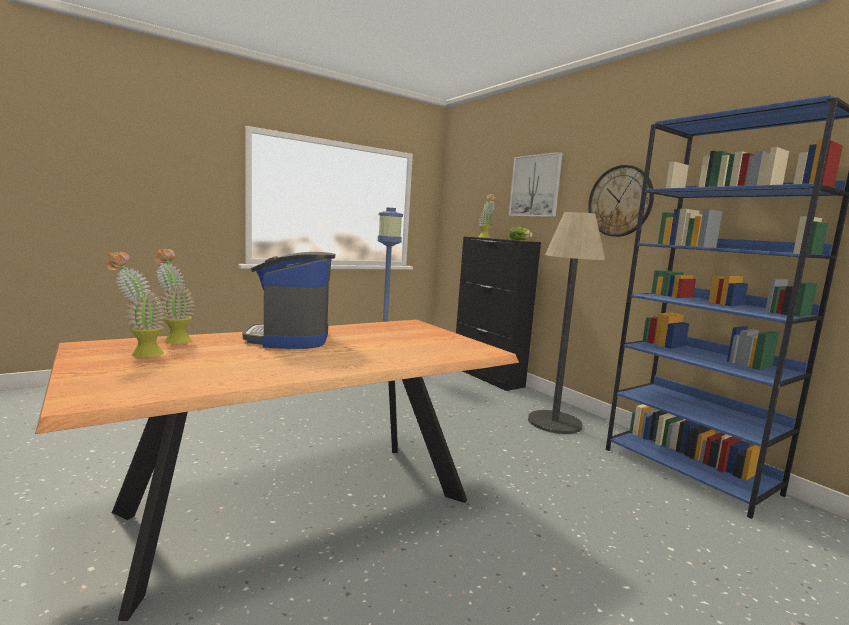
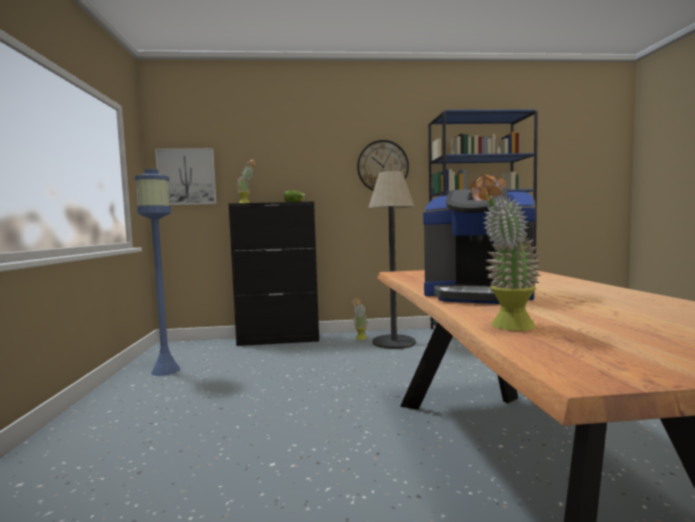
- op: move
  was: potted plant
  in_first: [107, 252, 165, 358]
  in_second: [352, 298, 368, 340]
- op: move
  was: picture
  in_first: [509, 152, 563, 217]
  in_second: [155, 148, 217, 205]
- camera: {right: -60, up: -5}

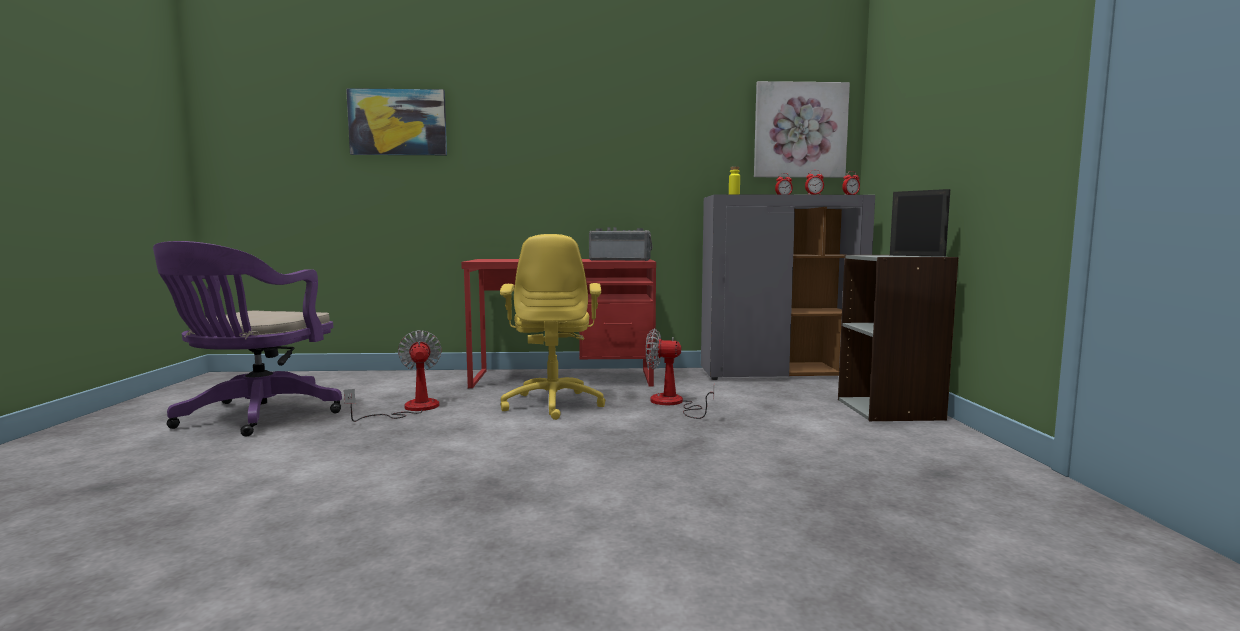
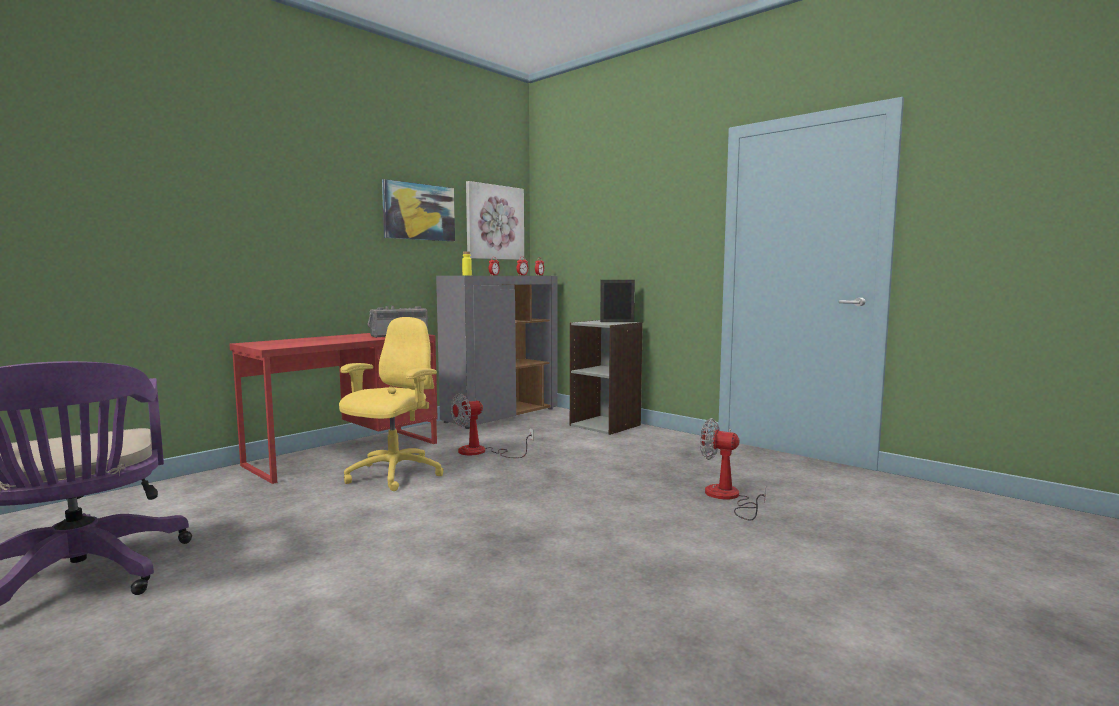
- op: move
  was: fan
  in_first: [344, 330, 442, 422]
  in_second: [700, 418, 767, 521]
- op: move
  was: picture
  in_first: [346, 88, 447, 155]
  in_second: [382, 179, 455, 241]
- op: rotate
  was: office chair (yellow)
  in_first: [500, 234, 605, 420]
  in_second: [339, 317, 444, 491]
  clockwise: -105
- camera: {right: -45, up: 0}

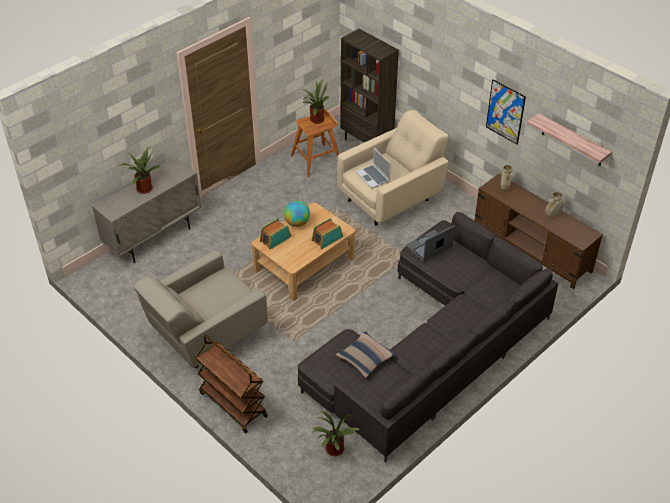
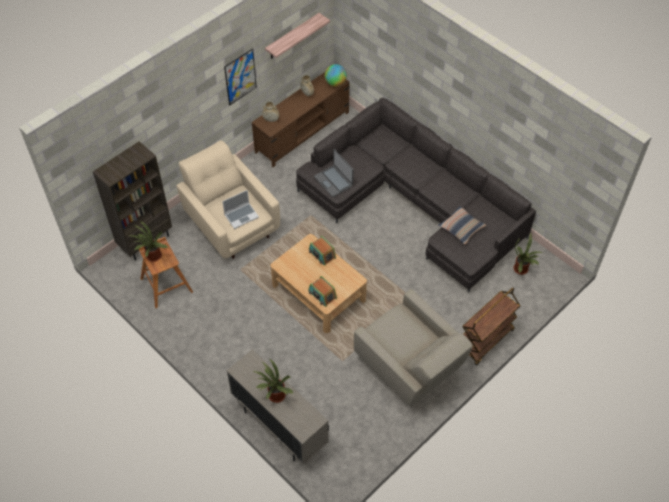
- op: move
  was: globe
  in_first: [284, 200, 310, 227]
  in_second: [325, 64, 347, 87]
- camera: {right: -90, up: 10}

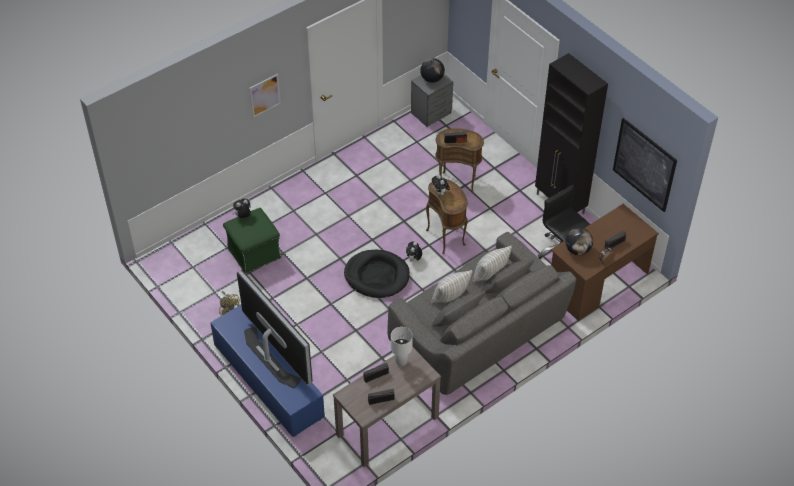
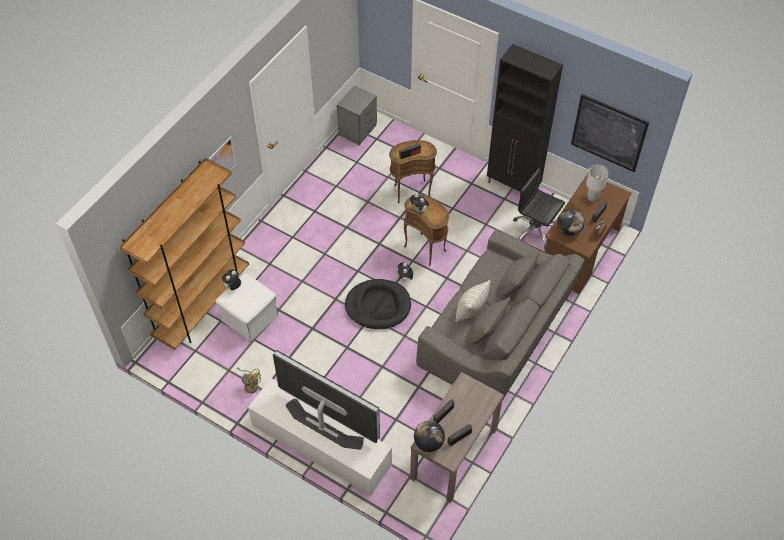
- op: delete
  was: pillow
  in_first: [472, 246, 512, 282]
- op: insert
  now: bookcase (brown)
  in_second: [119, 158, 249, 350]
- op: move
  was: table lamp (white)
  in_first: [391, 327, 413, 366]
  in_second: [586, 165, 608, 201]
- op: move
  was: globe
  in_first: [420, 58, 445, 83]
  in_second: [414, 421, 445, 452]
- op: recolor
  was: tv stand (blue)
  now: tv stand (white)
  in_first: [210, 305, 325, 437]
  in_second: [248, 378, 392, 496]
- op: recolor
  was: ottoman (green)
  now: ottoman (white)
  in_first: [223, 208, 282, 273]
  in_second: [215, 273, 279, 342]
- camera: {right: -20, up: 5}

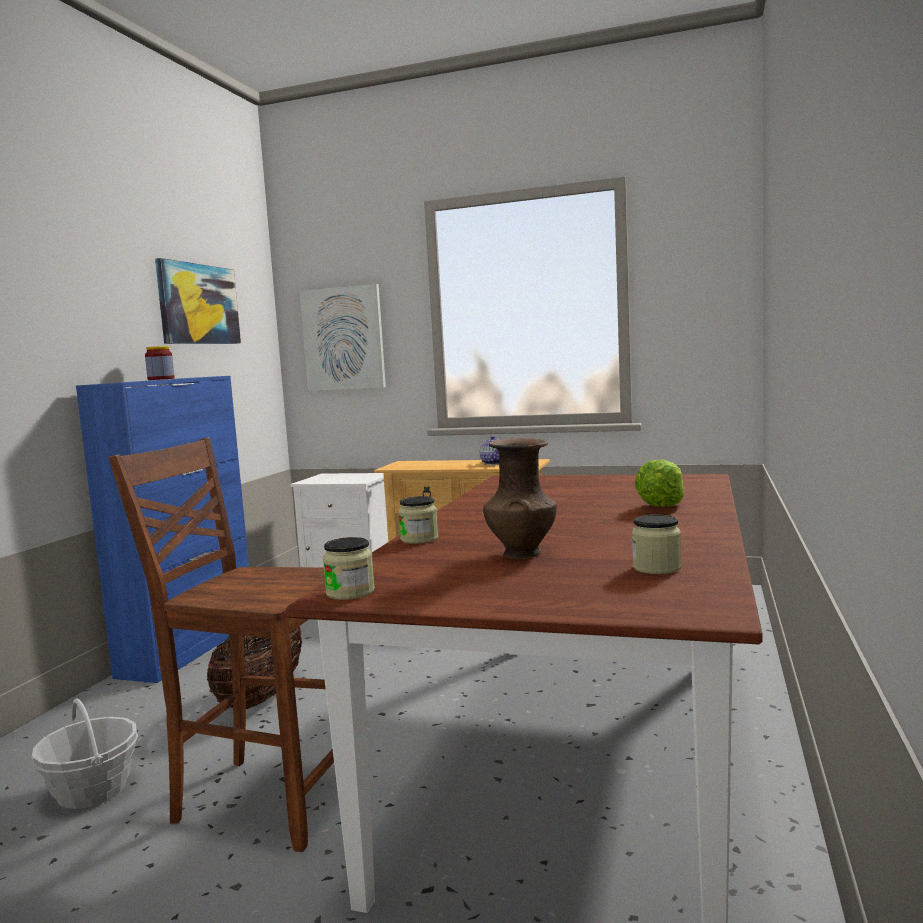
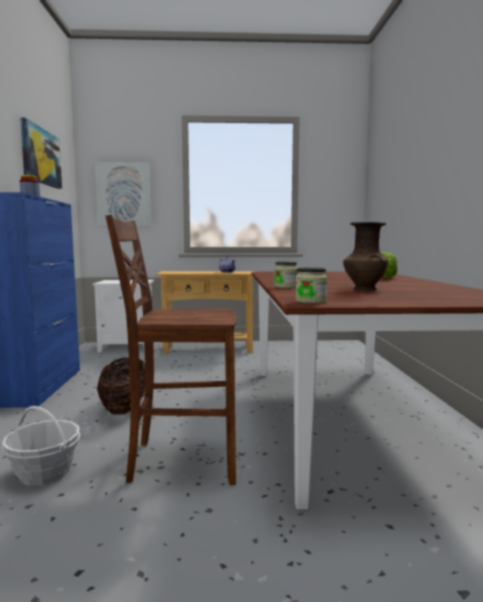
- op: delete
  was: jar
  in_first: [632, 515, 681, 574]
- camera: {right: -20, up: 0}

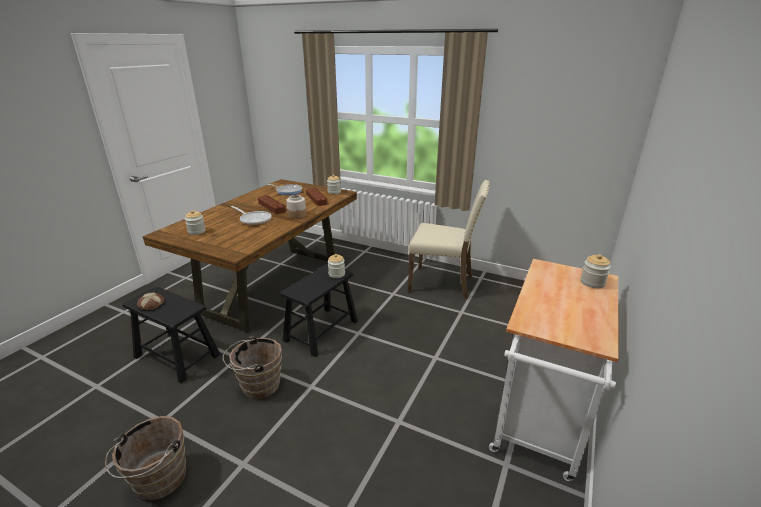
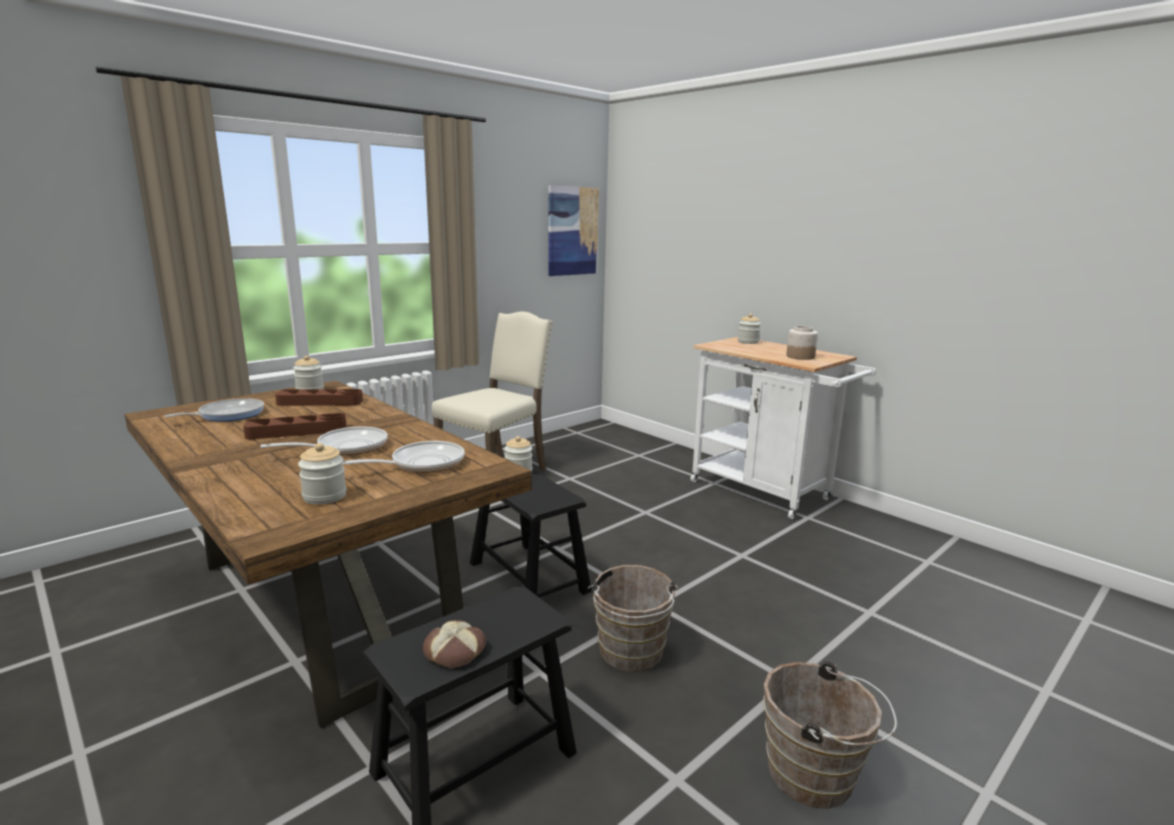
- op: insert
  now: frying pan
  in_second: [342, 441, 465, 473]
- op: insert
  now: picture
  in_second: [548, 185, 599, 276]
- op: move
  was: jar
  in_first: [286, 195, 306, 219]
  in_second: [786, 326, 818, 360]
- camera: {right: -70, up: -10}

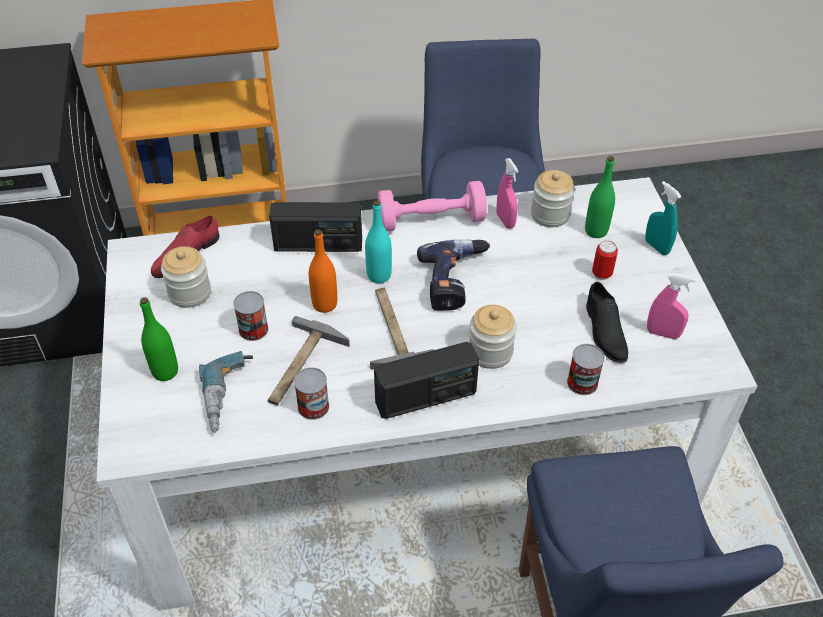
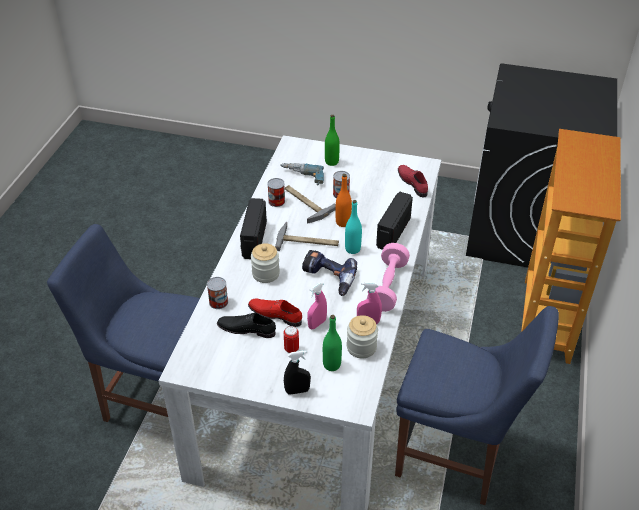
- op: delete
  was: jar
  in_first: [161, 246, 211, 308]
- op: insert
  now: shoe (red)
  in_second: [248, 299, 302, 327]
- op: move
  was: spray bottle (pink)
  in_first: [647, 273, 696, 339]
  in_second: [307, 282, 327, 329]
- op: recolor
  was: spray bottle (turquoise)
  now: spray bottle (black)
  in_first: [645, 181, 681, 255]
  in_second: [284, 351, 311, 395]
- camera: {right: 115, up: -5}

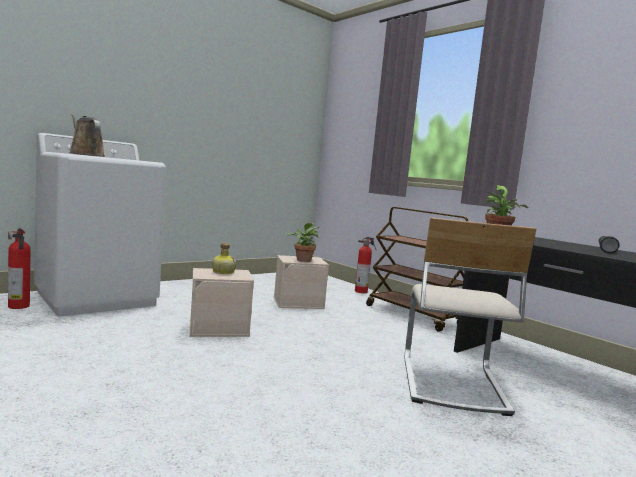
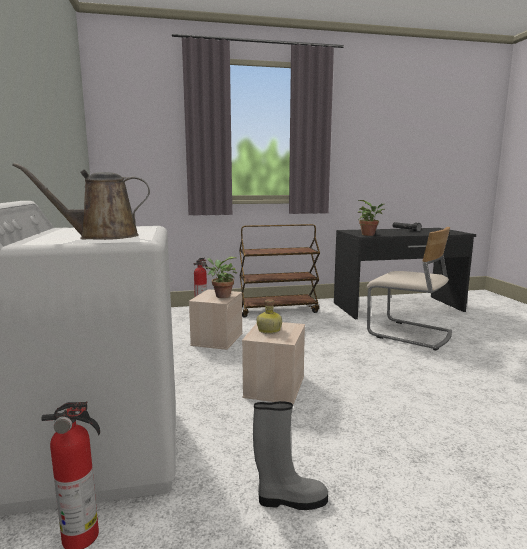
- op: insert
  now: boot (grey)
  in_second: [253, 401, 328, 510]
- camera: {right: -60, up: 5}

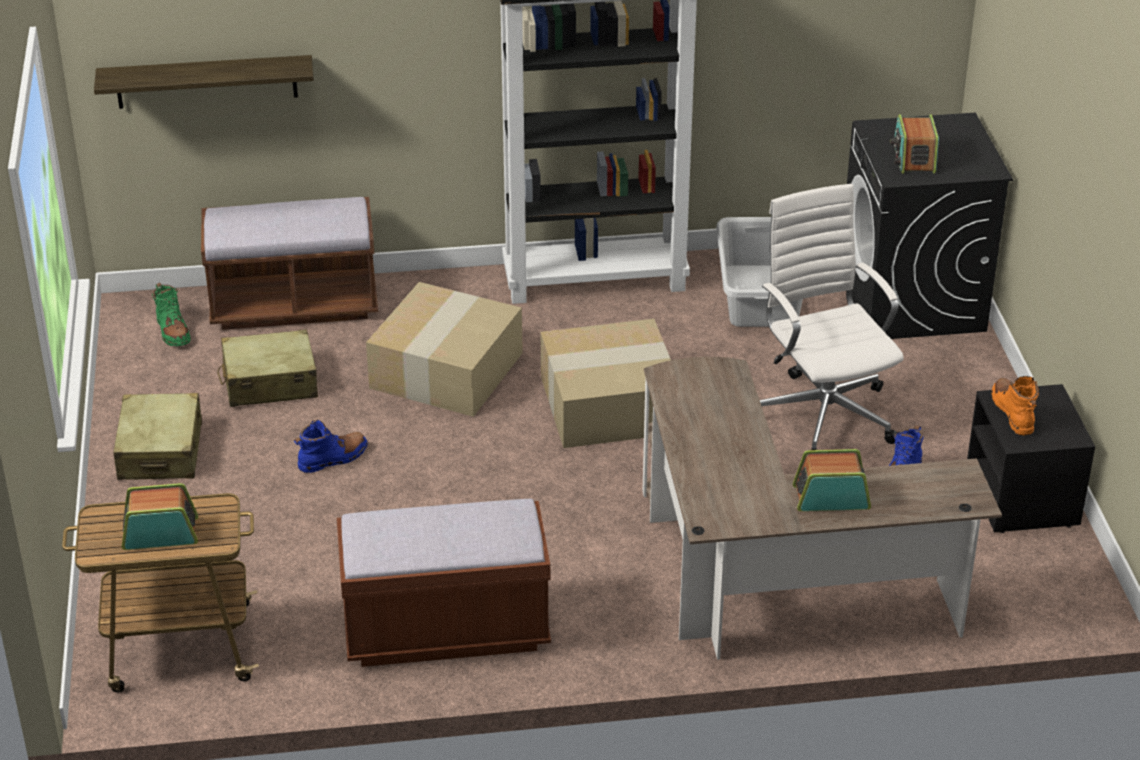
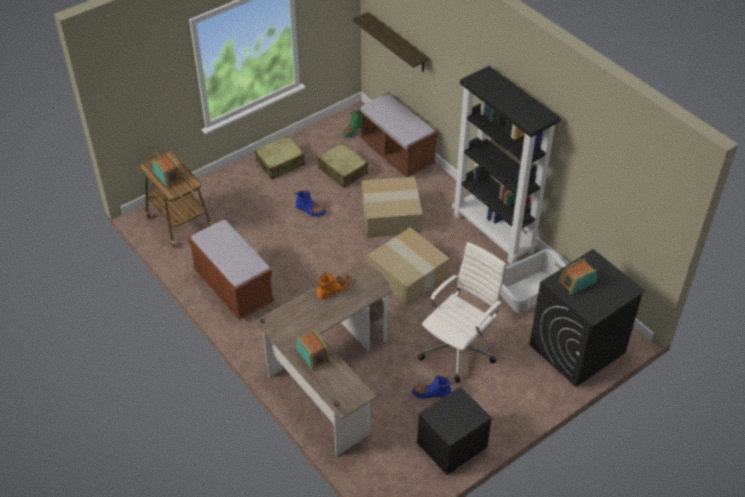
- op: move
  was: boot (orange)
  in_first: [992, 376, 1039, 436]
  in_second: [317, 272, 350, 299]
- camera: {right: 60, up: 10}

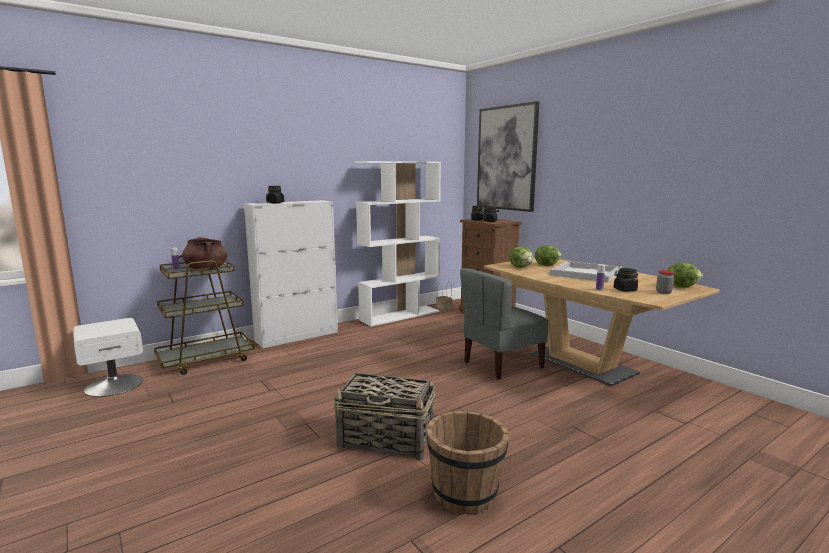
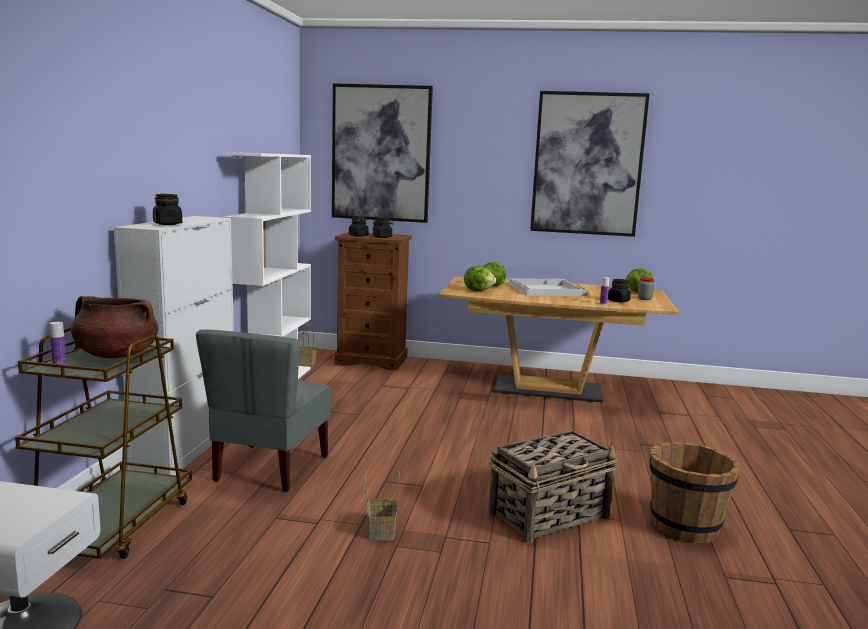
- op: insert
  now: basket
  in_second: [365, 470, 400, 541]
- op: insert
  now: picture
  in_second: [530, 91, 650, 237]
- op: move
  was: chair (grey)
  in_first: [460, 268, 549, 380]
  in_second: [196, 330, 331, 492]
- camera: {right: -45, up: 0}

